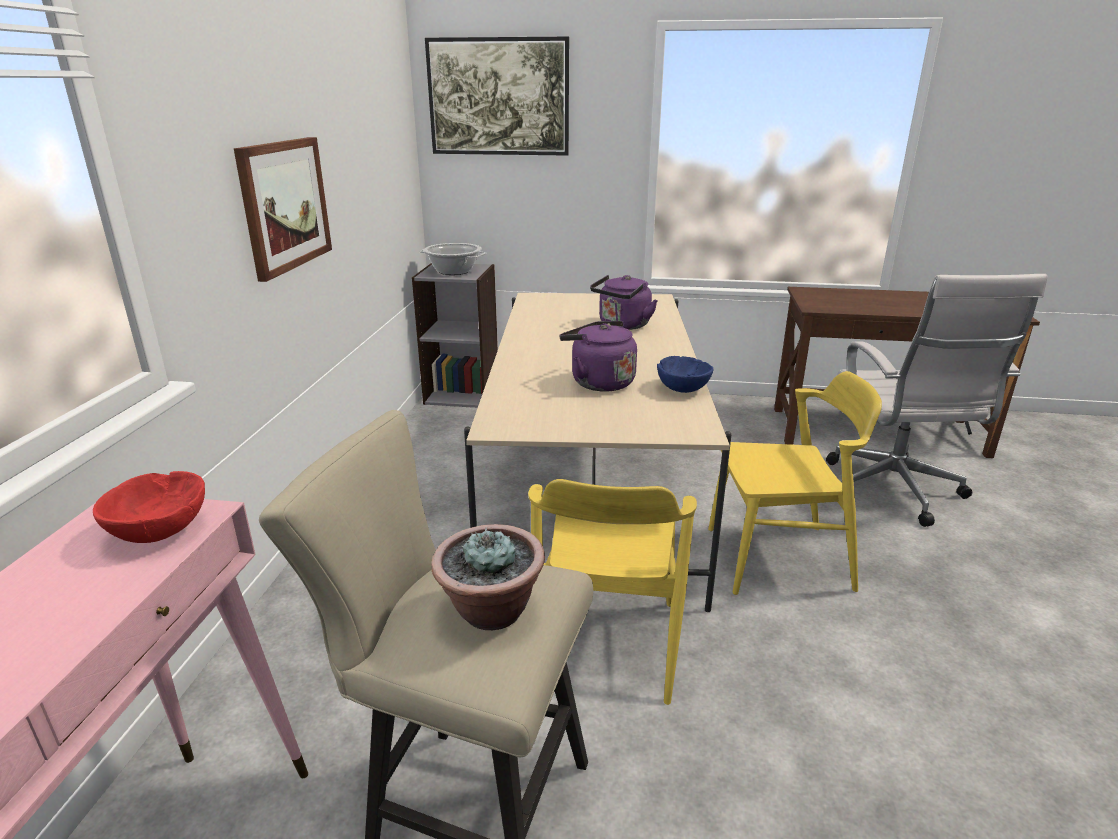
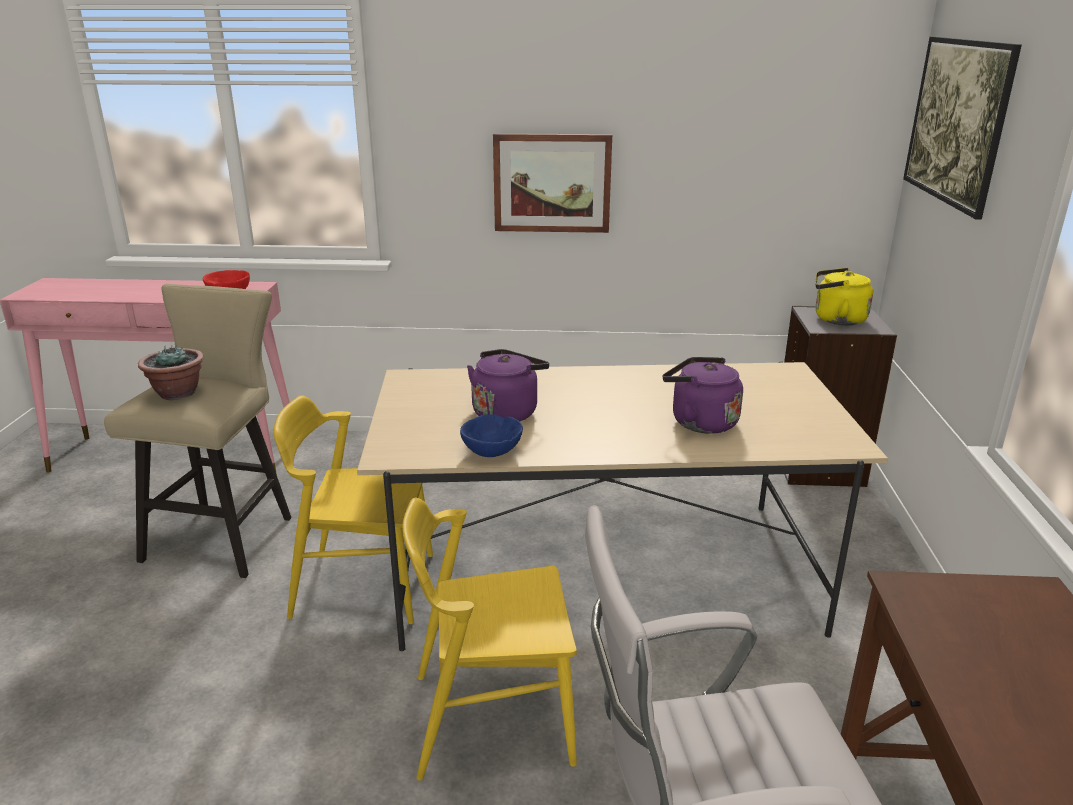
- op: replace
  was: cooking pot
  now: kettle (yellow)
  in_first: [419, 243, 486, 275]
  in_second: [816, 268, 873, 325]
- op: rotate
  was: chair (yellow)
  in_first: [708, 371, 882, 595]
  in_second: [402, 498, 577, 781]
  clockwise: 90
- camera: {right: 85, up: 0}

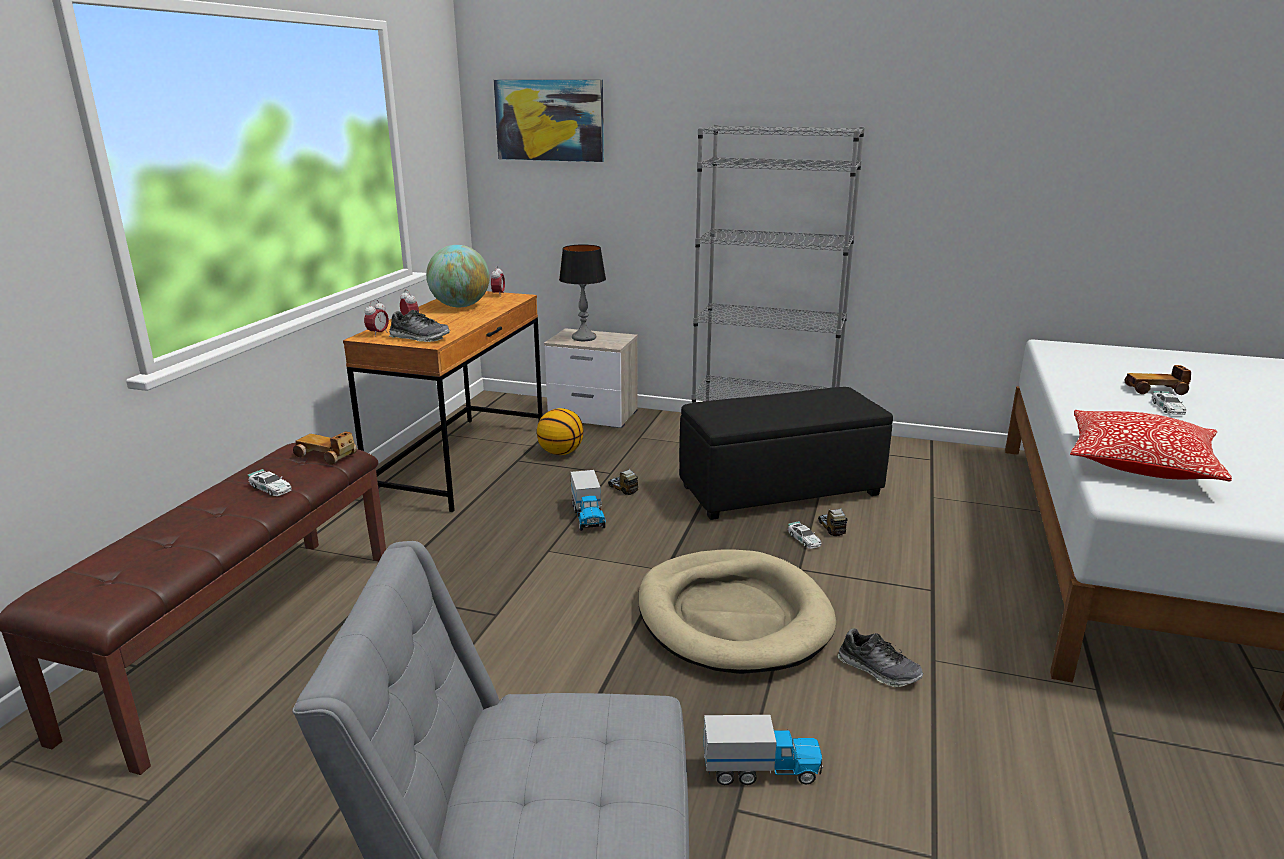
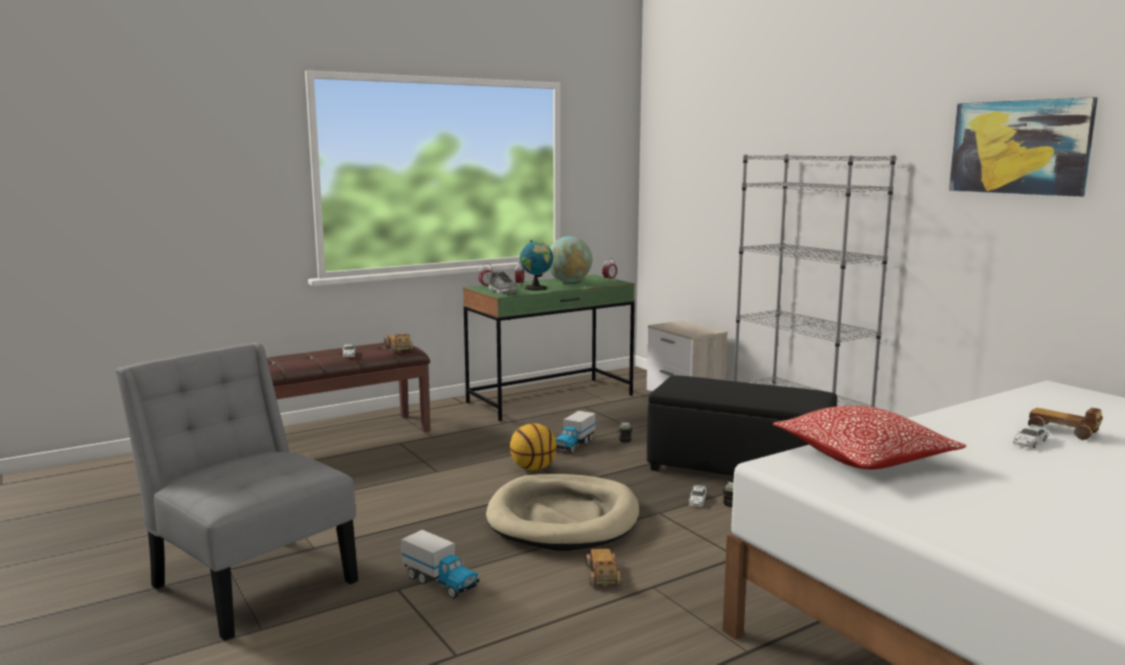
- op: delete
  was: table lamp
  in_first: [559, 245, 606, 341]
- op: insert
  now: globe
  in_second: [520, 240, 553, 290]
- op: move
  was: picture
  in_first: [494, 80, 604, 162]
  in_second: [949, 97, 1097, 197]
- op: move
  was: basketball
  in_first: [537, 408, 584, 455]
  in_second: [510, 423, 557, 471]
- op: replace
  was: shoe
  now: toy car
  in_first: [838, 628, 923, 687]
  in_second: [586, 549, 621, 586]
- op: recolor
  was: desk (brown)
  now: desk (green)
  in_first: [343, 291, 542, 512]
  in_second: [463, 275, 635, 421]
- camera: {right: 40, up: -10}

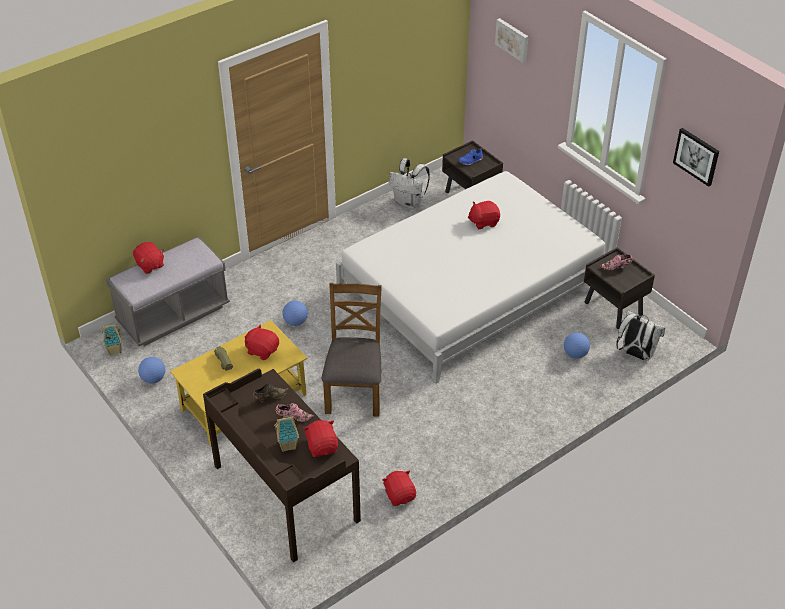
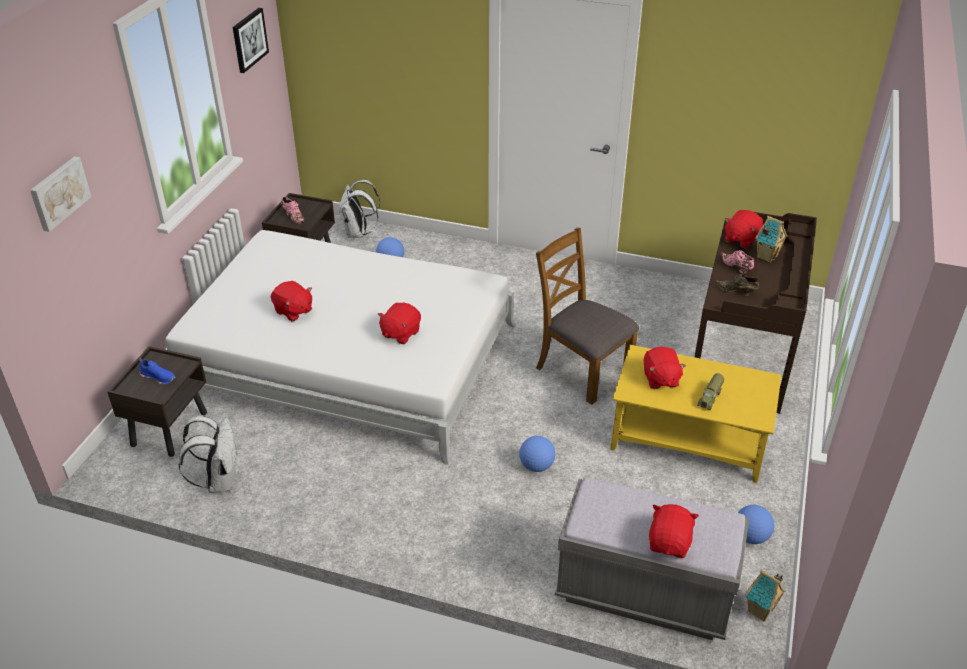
- op: move
  was: plush toy (red)
  in_first: [382, 470, 416, 506]
  in_second: [378, 303, 421, 344]
- op: rotate
  was: chair (brown)
  in_first: [322, 283, 382, 417]
  in_second: [536, 228, 639, 405]
  clockwise: 75
- camera: {right: -125, up: -5}

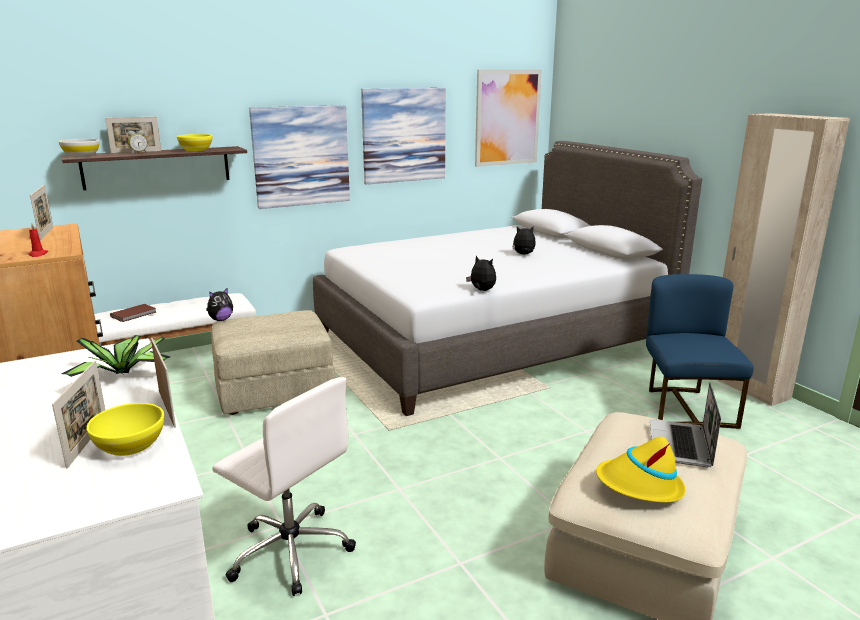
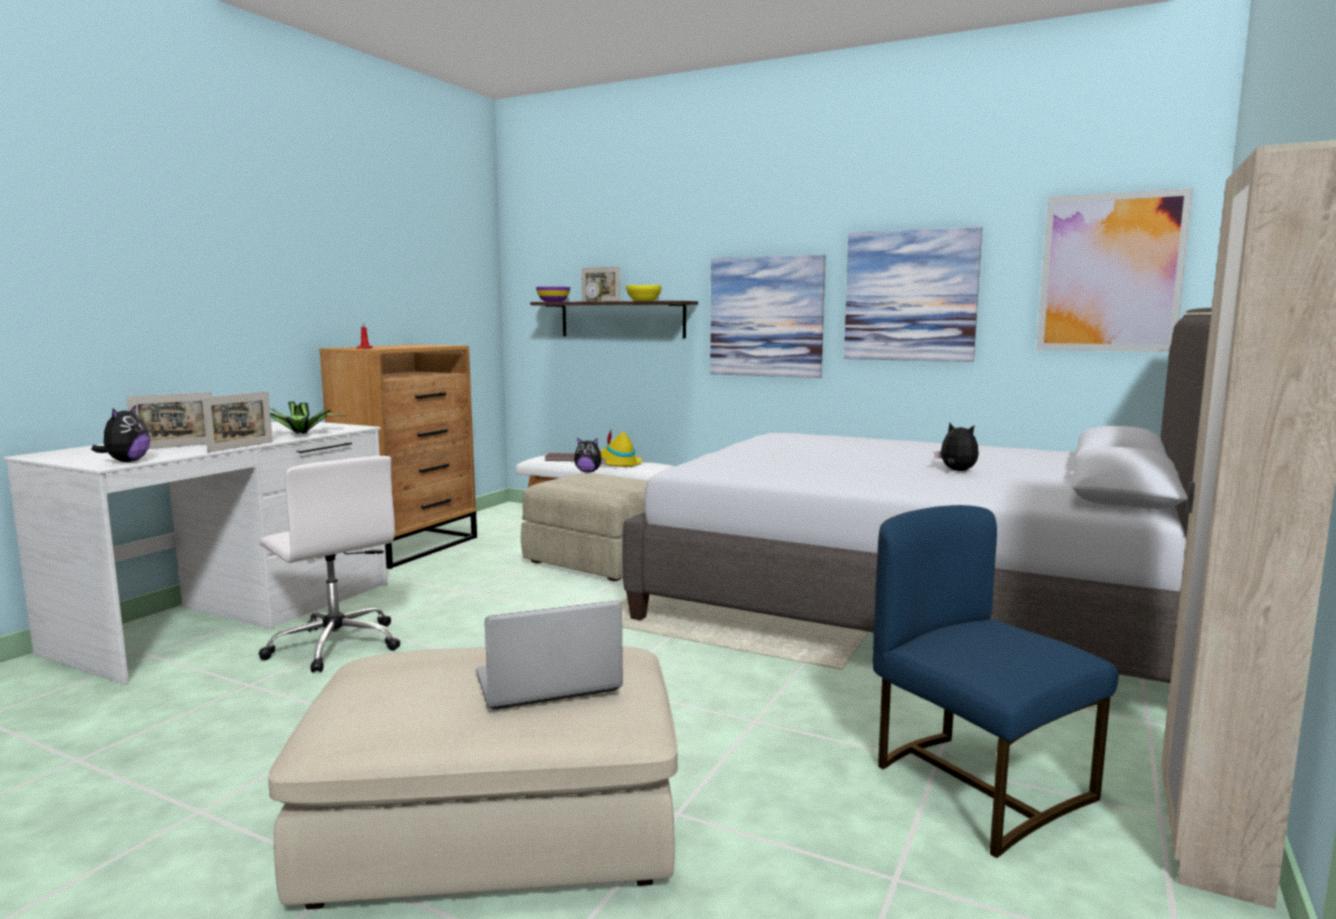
- op: delete
  was: picture frame
  in_first: [30, 185, 53, 241]
- op: delete
  was: bowl (yellow)
  in_first: [86, 403, 164, 456]
- op: move
  was: plush toy
  in_first: [466, 256, 496, 291]
  in_second: [91, 405, 150, 462]
- op: move
  was: hat (yellow)
  in_first: [596, 437, 685, 502]
  in_second: [600, 431, 643, 467]
- op: recolor
  was: bowl (white)
  now: bowl (purple)
  in_first: [59, 139, 100, 157]
  in_second: [536, 287, 570, 302]
- op: rotate
  was: office chair (white)
  in_first: [212, 377, 356, 596]
  in_second: [259, 456, 400, 673]
  clockwise: -45
- op: rotate
  was: chair (blue)
  in_first: [646, 274, 754, 429]
  in_second: [872, 505, 1118, 858]
  clockwise: -90
- camera: {right: 55, up: -10}

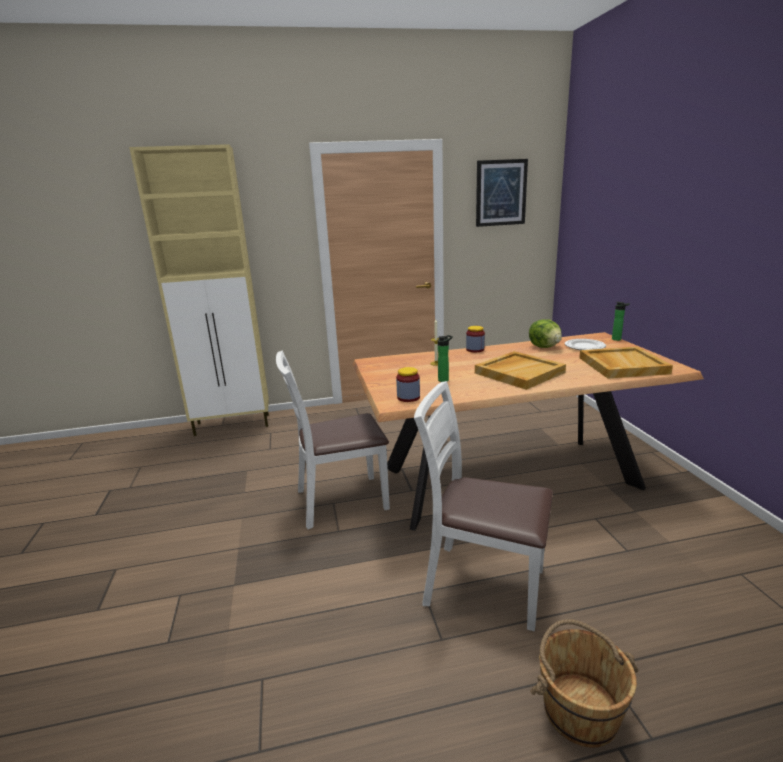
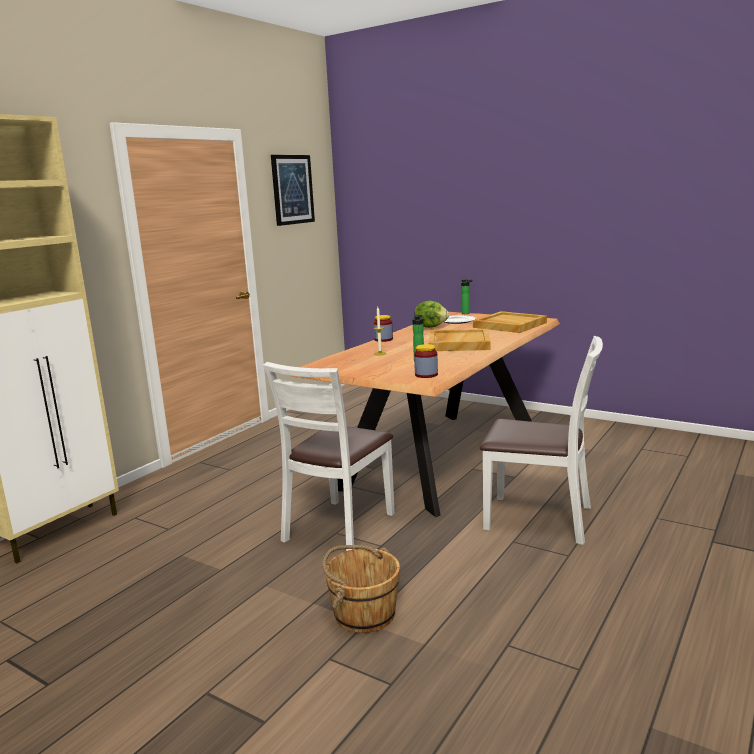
- op: move
  was: bucket (brown)
  in_first: [530, 619, 638, 748]
  in_second: [322, 545, 400, 633]
- op: rotate
  was: chair (white)
  in_first: [414, 381, 553, 631]
  in_second: [480, 336, 603, 545]
  clockwise: -135
- camera: {right: -45, up: -5}

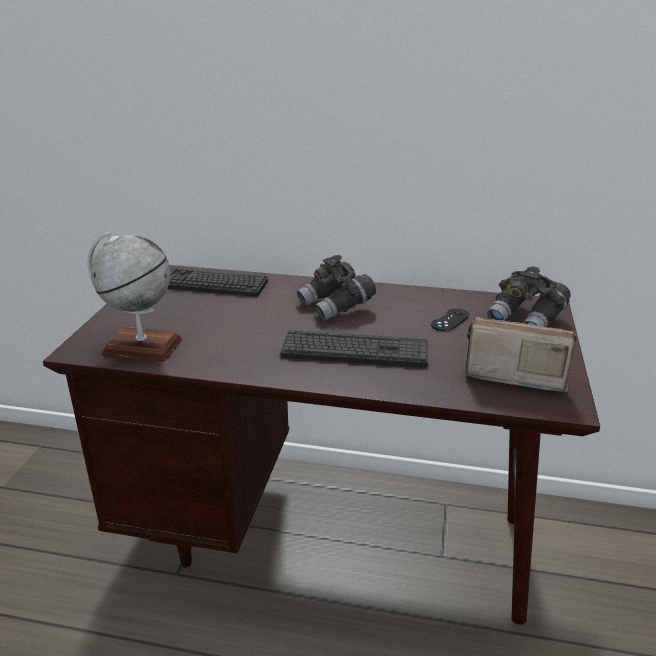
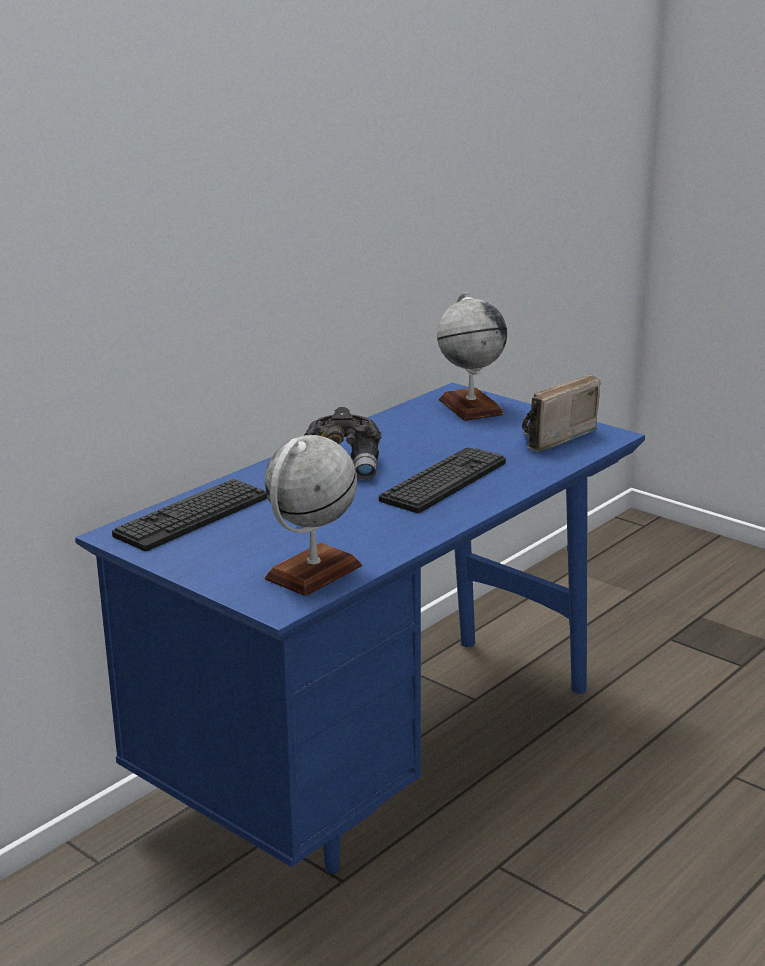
- op: delete
  was: game controller (black)
  in_first: [431, 309, 470, 331]
- op: replace
  was: binoculars (grey)
  now: globe
  in_first: [487, 266, 571, 327]
  in_second: [437, 292, 507, 421]
- op: recolor
  was: desk (brown)
  now: desk (blue)
  in_first: [43, 265, 600, 625]
  in_second: [75, 383, 645, 874]
- camera: {right: -60, up: -5}

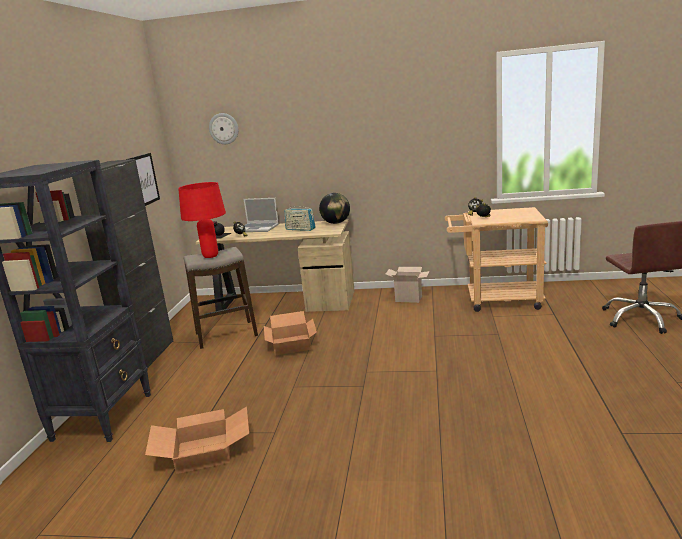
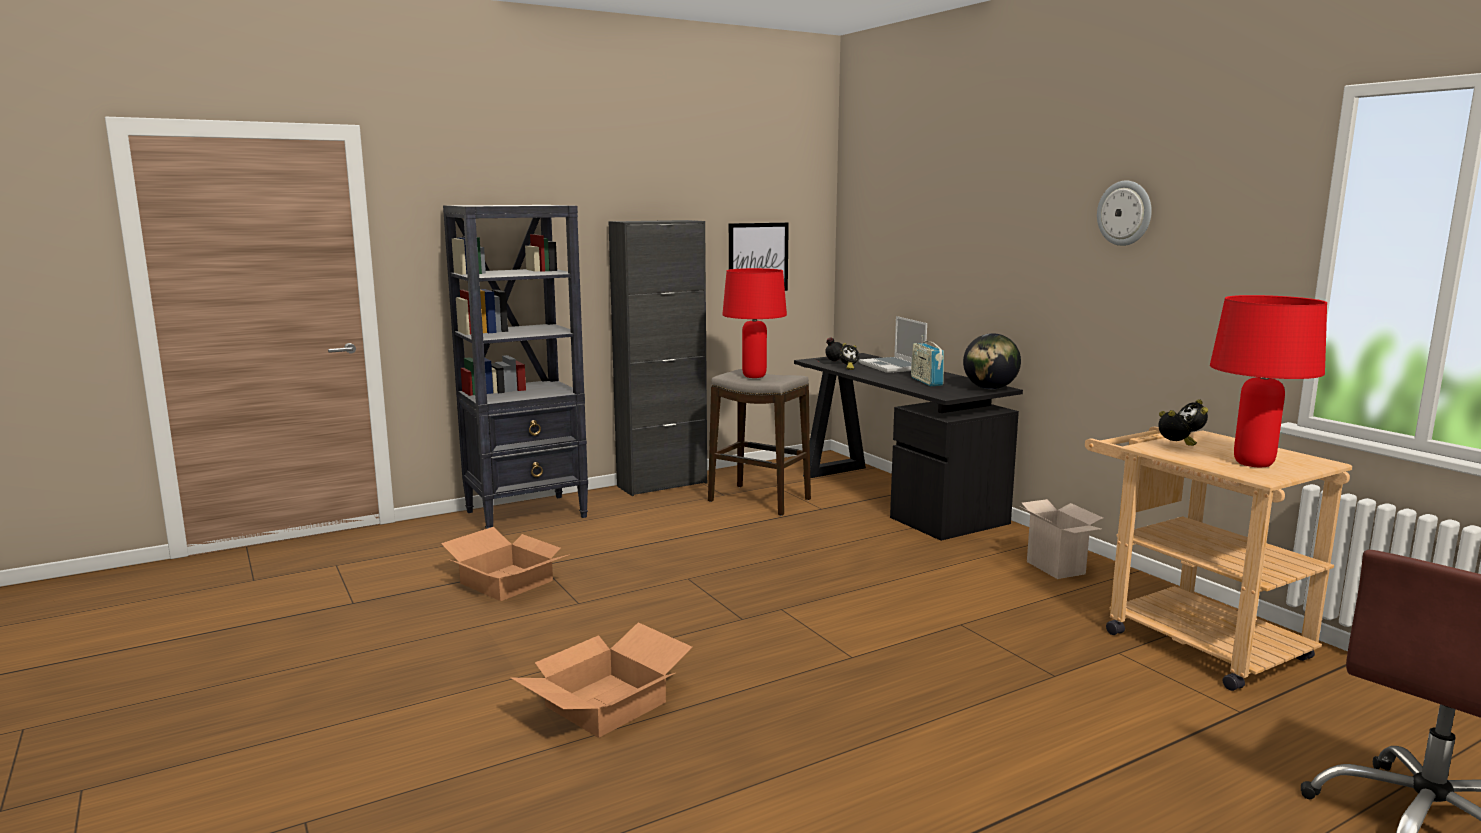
- op: insert
  now: table lamp (red)
  in_second: [1210, 295, 1327, 467]
- op: move
  was: wall clock
  in_first: [209, 113, 239, 144]
  in_second: [1097, 181, 1152, 246]
- op: move
  was: cardboard box
  in_first: [264, 311, 317, 355]
  in_second: [510, 622, 692, 738]
- op: recolor
  was: desk (beige)
  now: desk (black)
  in_first: [195, 220, 354, 312]
  in_second: [794, 353, 1023, 541]
- camera: {right: 50, up: -5}

